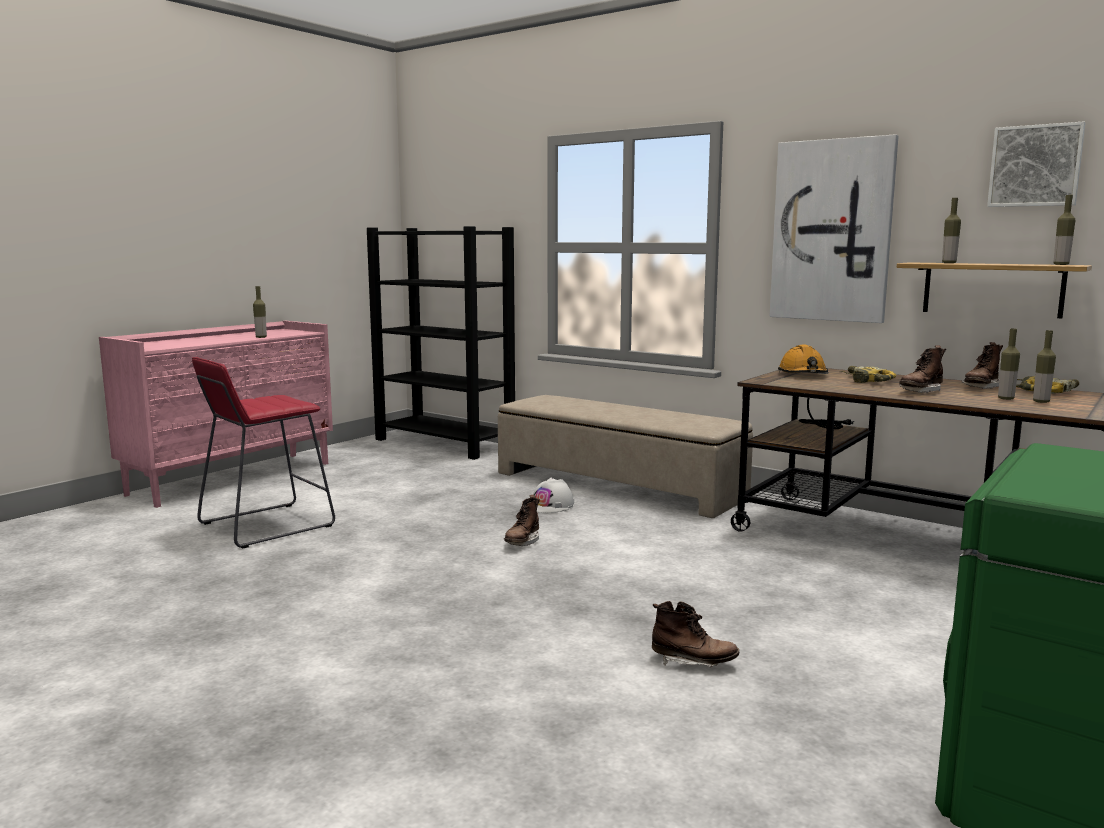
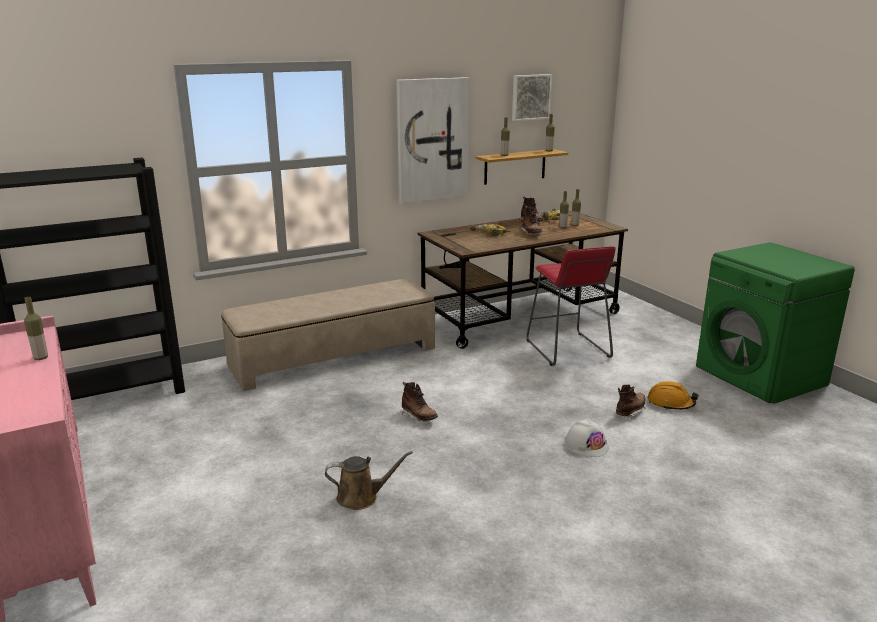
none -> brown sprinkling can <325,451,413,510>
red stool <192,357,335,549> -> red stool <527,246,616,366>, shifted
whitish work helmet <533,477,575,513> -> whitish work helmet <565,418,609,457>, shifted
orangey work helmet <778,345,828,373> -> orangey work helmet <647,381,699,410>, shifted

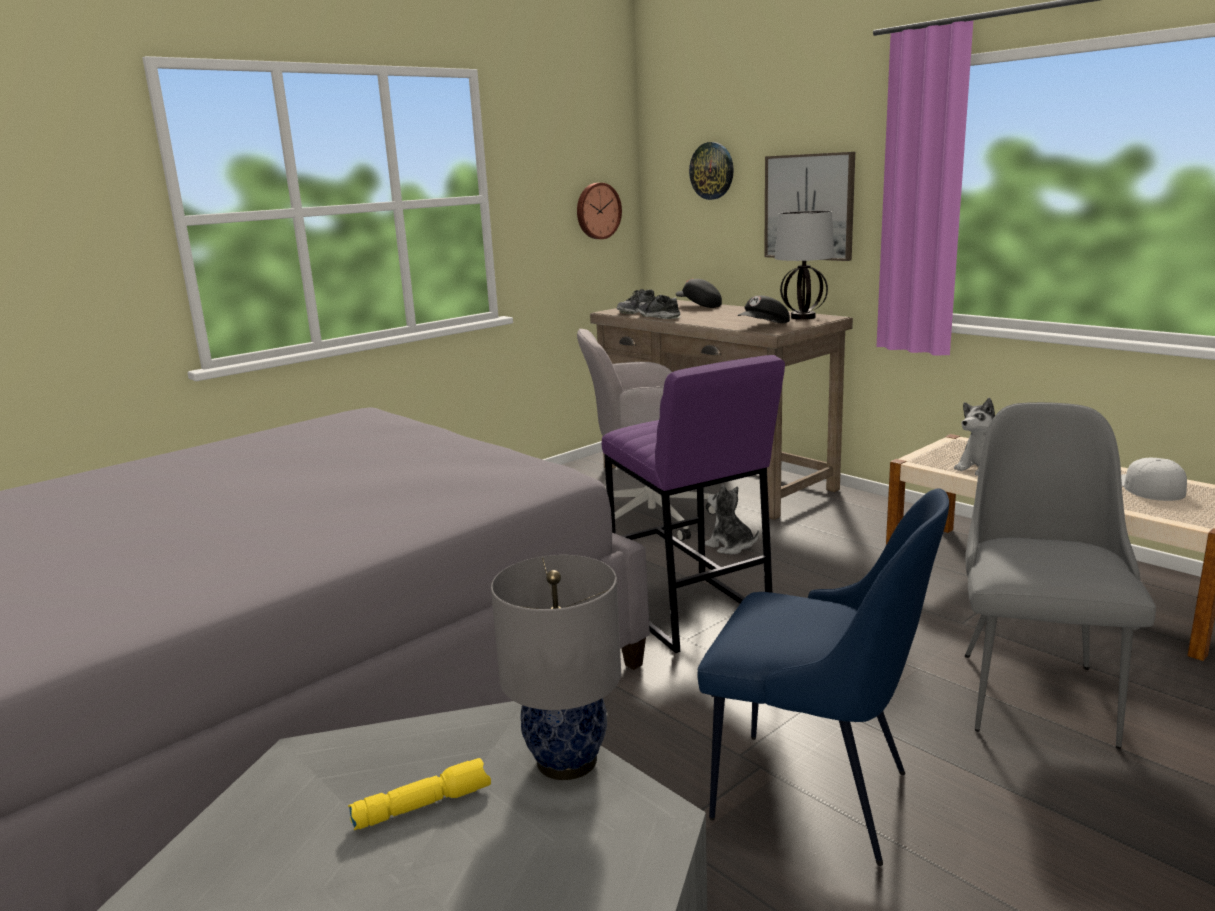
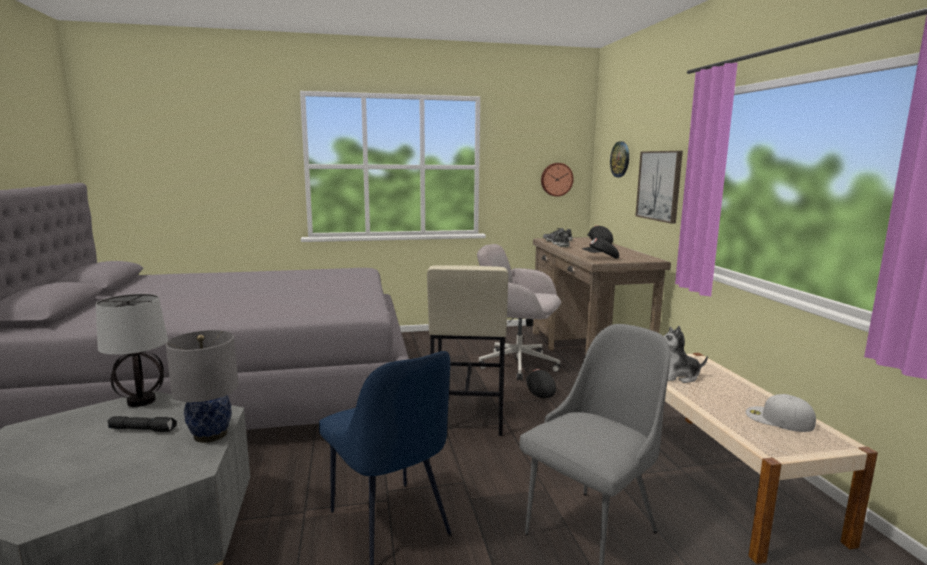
lamp for a table <775,211,834,320> -> lamp for a table <96,294,168,407>, shifted
plush toy <705,485,759,554> -> black baseball cap <526,369,556,398>
yellow flashlight <348,758,491,830> -> black flashlight <107,416,177,432>
purplish stool <602,355,785,653> -> beige-coloured stool <427,265,508,436>
whitish baseball cap <1121,458,1187,501> -> whitish baseball cap <746,394,816,432>, 90 degrees counterclockwise

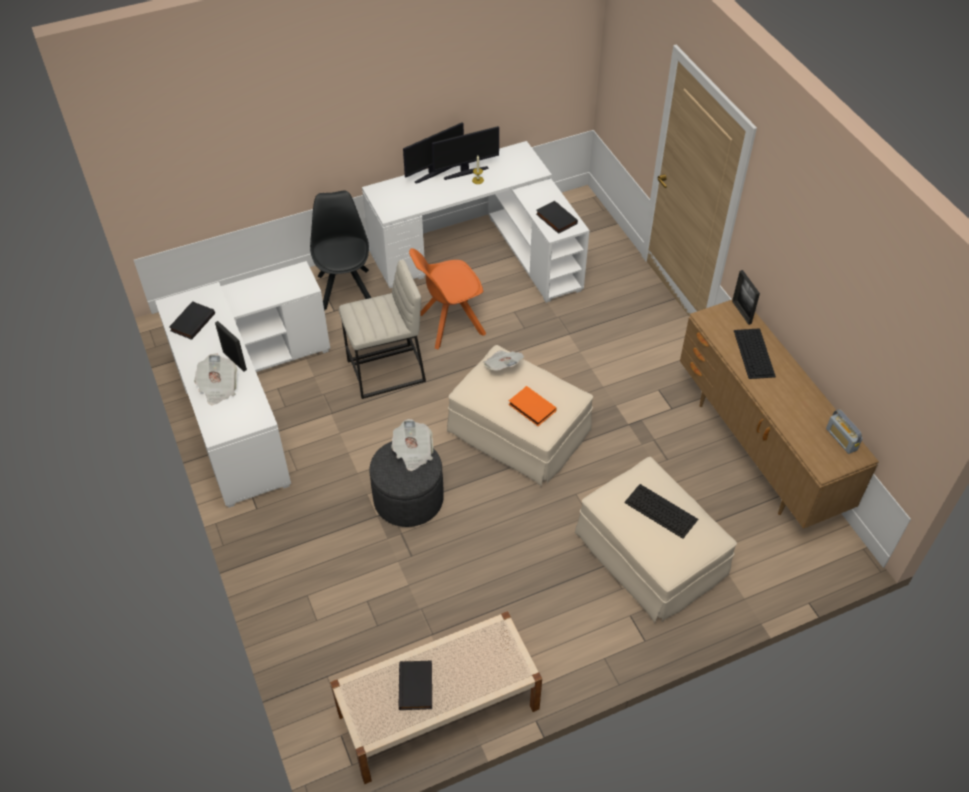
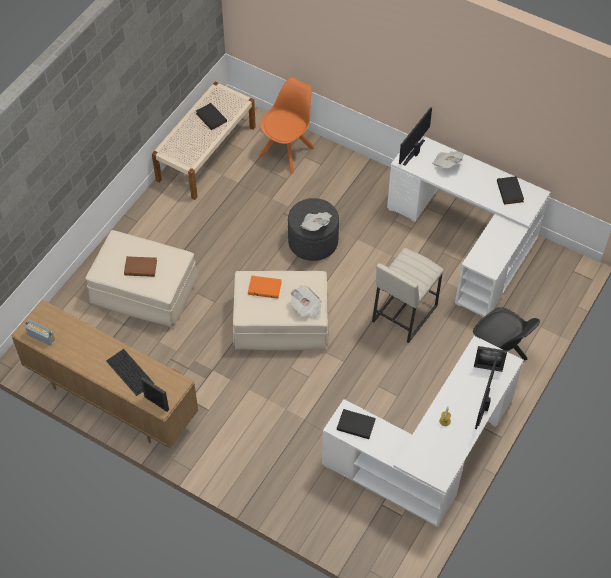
picture frame <215,321,247,372> -> picture frame <474,346,507,372>, shifted
orangey plain chair <409,248,486,350> -> orangey plain chair <259,77,314,174>, shifted
monitor <432,126,499,180> -> monitor <399,107,432,166>, shifted
keyboard <624,484,698,539> -> brown bound book <124,256,157,277>

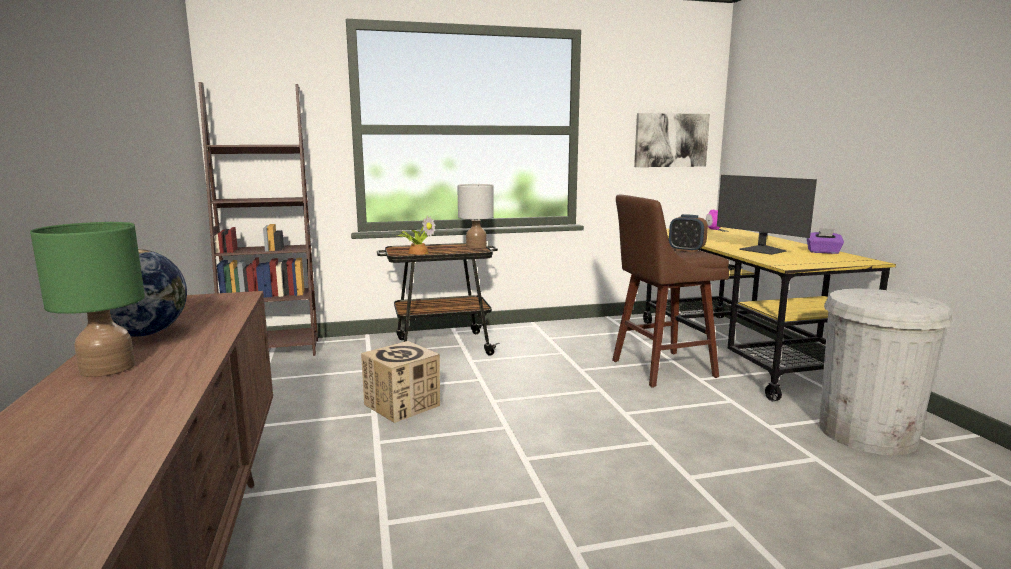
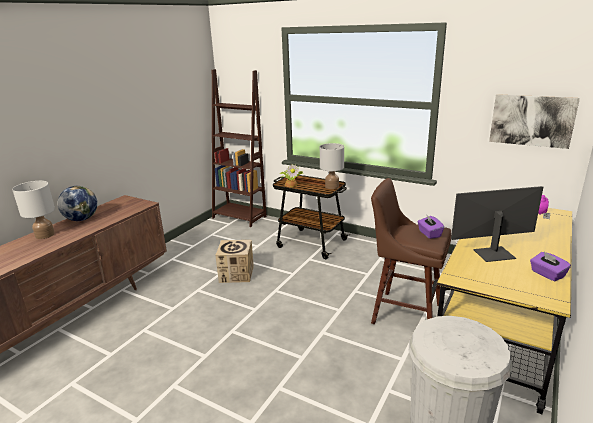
alarm clock <669,214,708,252> -> purplish tissue box <417,214,444,239>
green-coloured lamp for a table <30,222,145,377> -> gray lamp for a table <12,181,55,239>
monitor <717,175,817,255> -> monitor <451,186,543,262>, 75 degrees clockwise

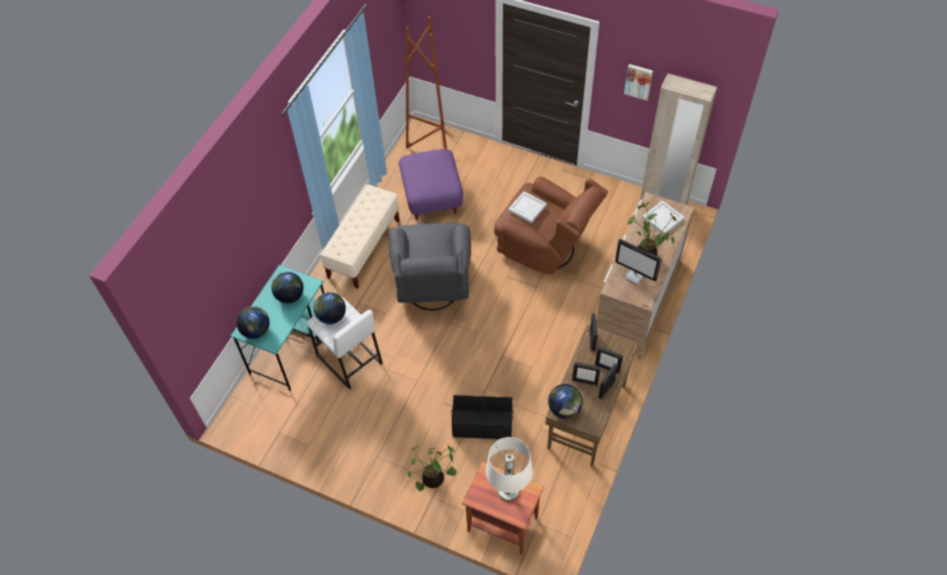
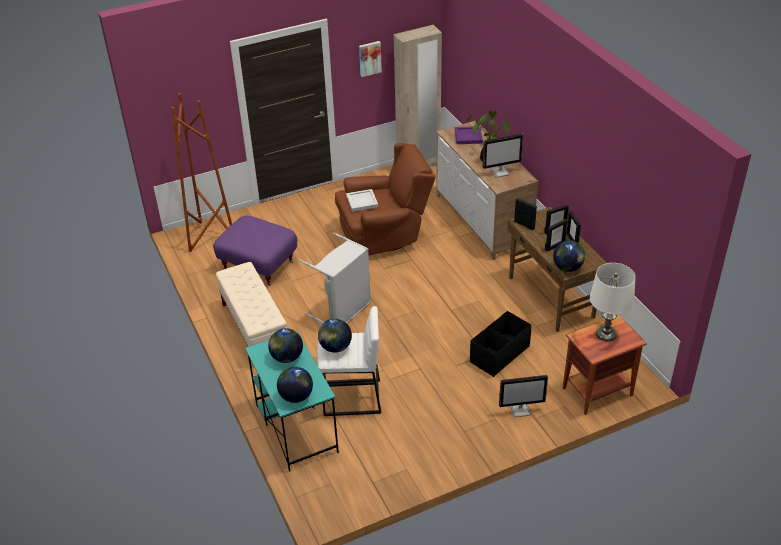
gray armchair <389,223,471,311> -> gray hamper <299,233,371,324>
potted plant <408,445,457,492> -> monitor <499,375,548,417>
whitish serving tray <642,200,684,235> -> purplish serving tray <455,126,483,144>

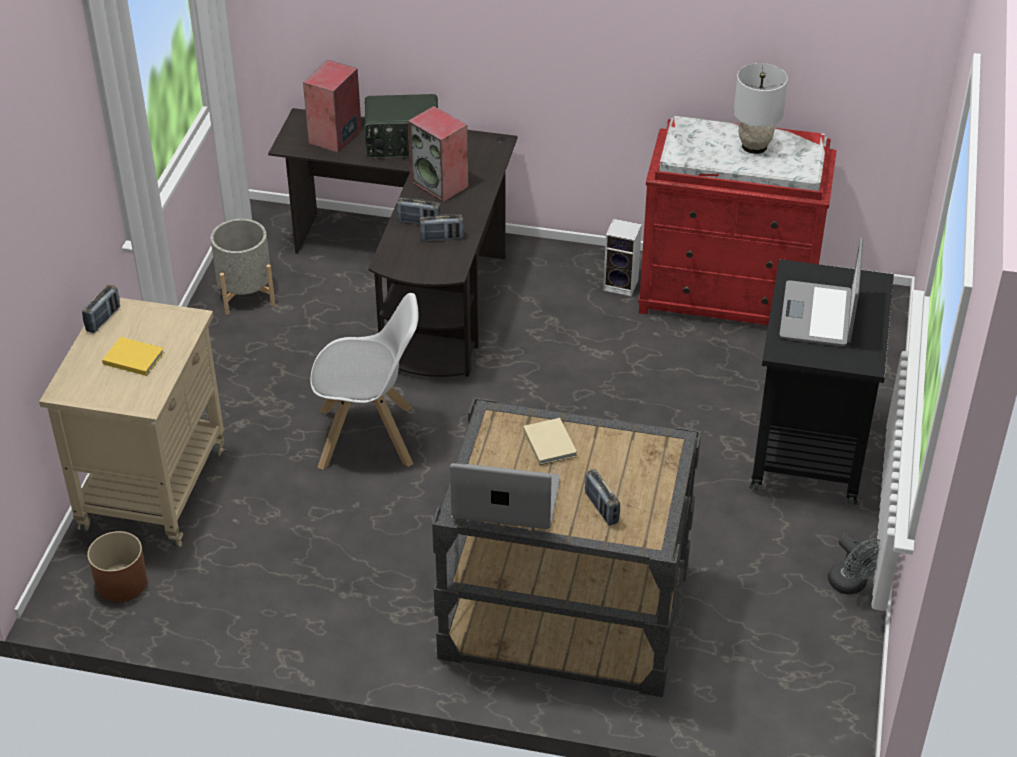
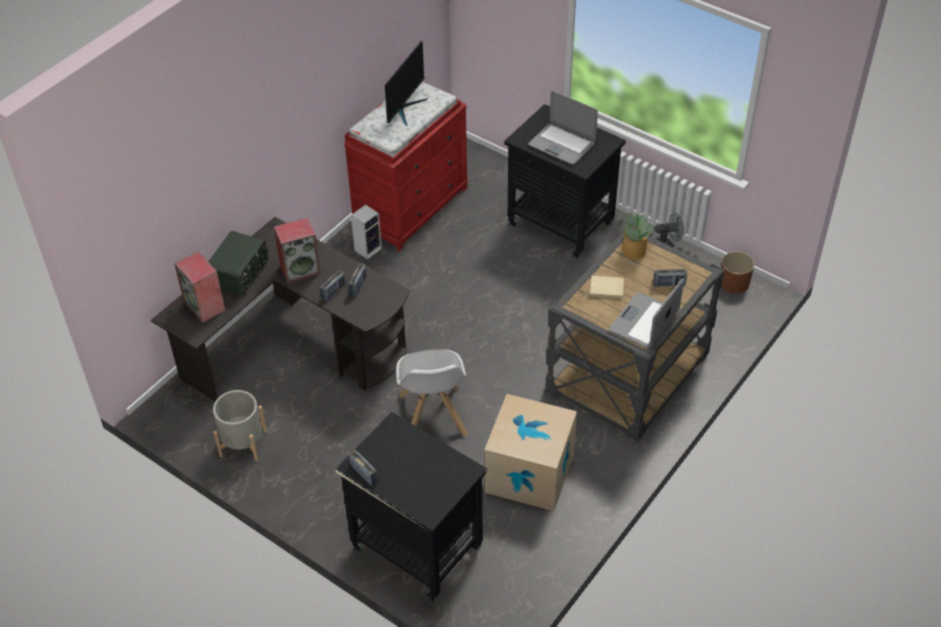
yellow bound book <102,337,164,376> -> none
none -> packing box <484,394,577,511>
none -> potted plant <622,212,653,259>
brown planter <87,531,147,602> -> brown planter <721,252,754,294>, shifted
whitish lamp for a table <734,63,788,154> -> monitor <385,41,428,126>
beige-coloured wheeled cart <39,298,227,547> -> black wheeled cart <335,412,488,602>
plain chair <310,293,418,470> -> plain chair <396,350,468,437>, 150 degrees clockwise

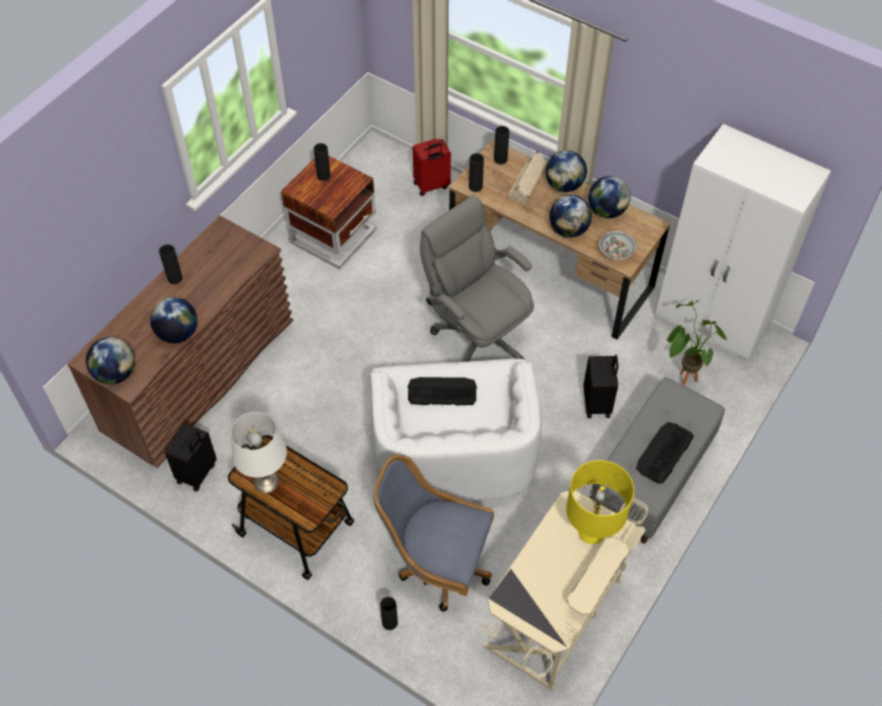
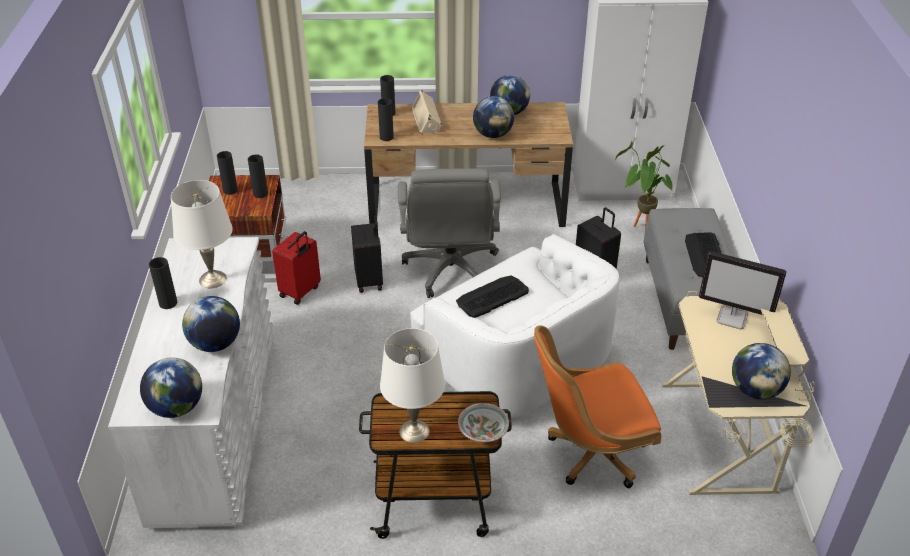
none -> whitish lamp for a table <171,180,233,288>
black travel case <165,423,217,491> -> black travel case <351,215,383,293>, shifted
black decorative vase <380,597,398,630> -> black decorative vase <248,154,268,198>, shifted
red travel case <413,139,451,196> -> red travel case <272,231,321,305>, shifted
globe <546,150,587,192> -> globe <732,343,791,399>, shifted
deep dish <599,231,637,260> -> deep dish <458,403,509,442>, shifted
yellow lamp for a table <566,460,634,544> -> monitor <699,251,787,330>
brown drawer chest <67,216,293,468> -> whitish drawer chest <108,237,274,530>
blue desk chair <373,455,494,611> -> orangey desk chair <534,325,662,488>
gray desk chair <420,195,534,362> -> gray desk chair <398,168,501,298>, 105 degrees counterclockwise

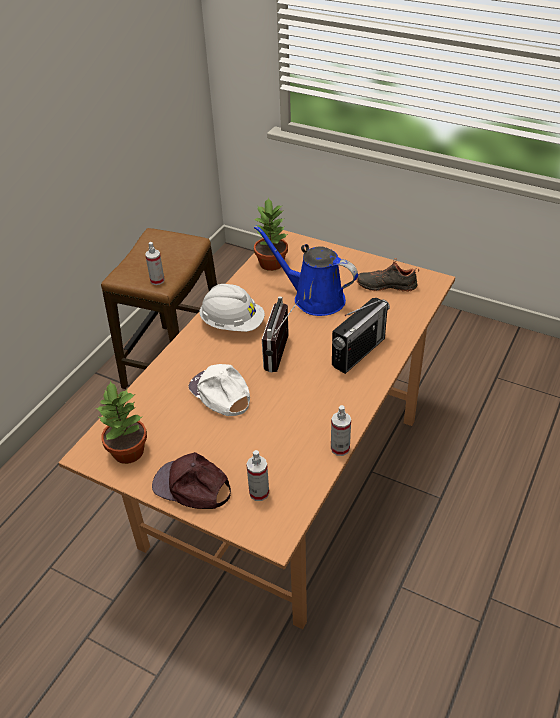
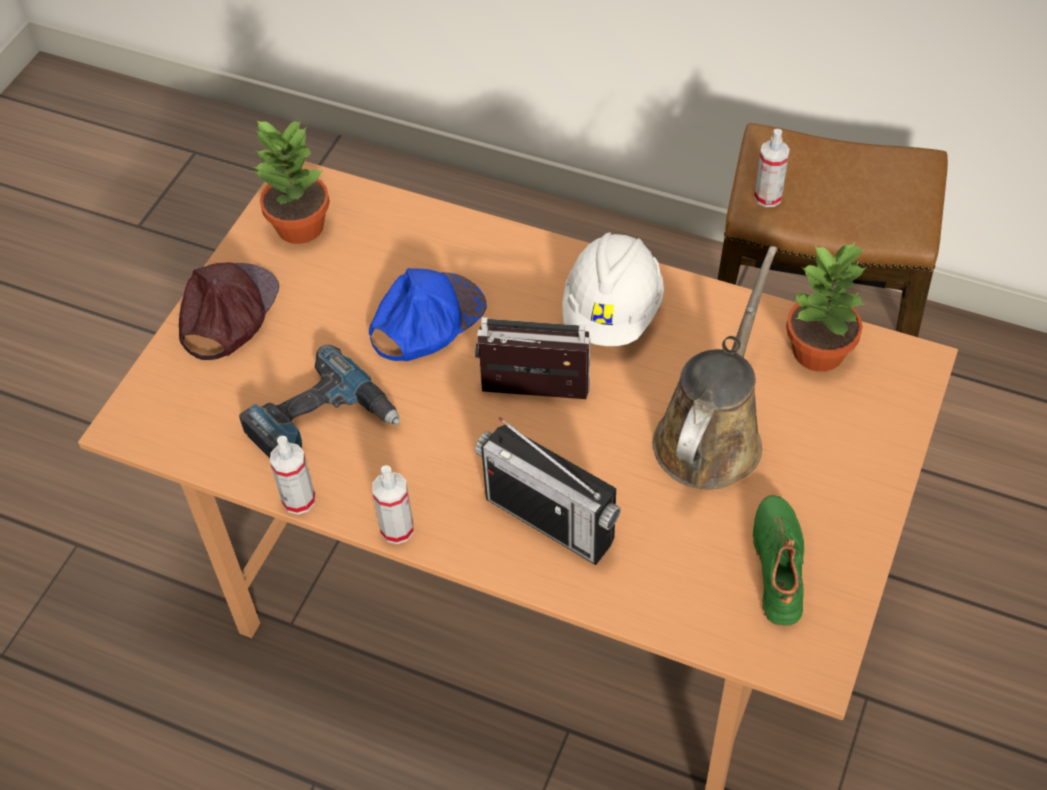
none -> power drill <239,345,400,458>
sprayer <246,450,269,501> -> sprayer <372,465,414,544>, shifted
whitish baseball cap <188,364,250,416> -> blue baseball cap <369,268,487,362>
blue sprinkling can <254,225,358,316> -> brown sprinkling can <653,246,777,490>
black item of footwear <356,258,419,292> -> green-coloured item of footwear <753,495,804,626>

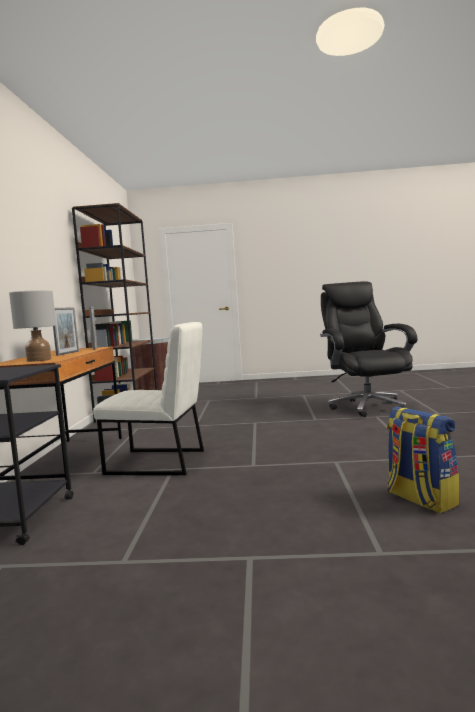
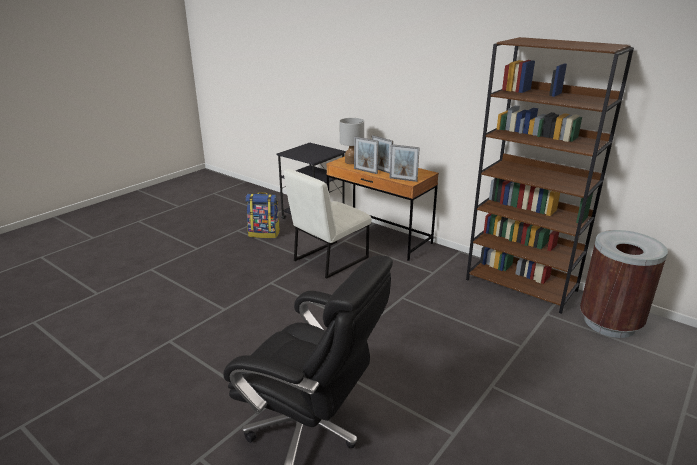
none -> picture frame <354,136,379,174>
rucksack <387,407,459,513> -> rucksack <245,192,280,238>, shifted

